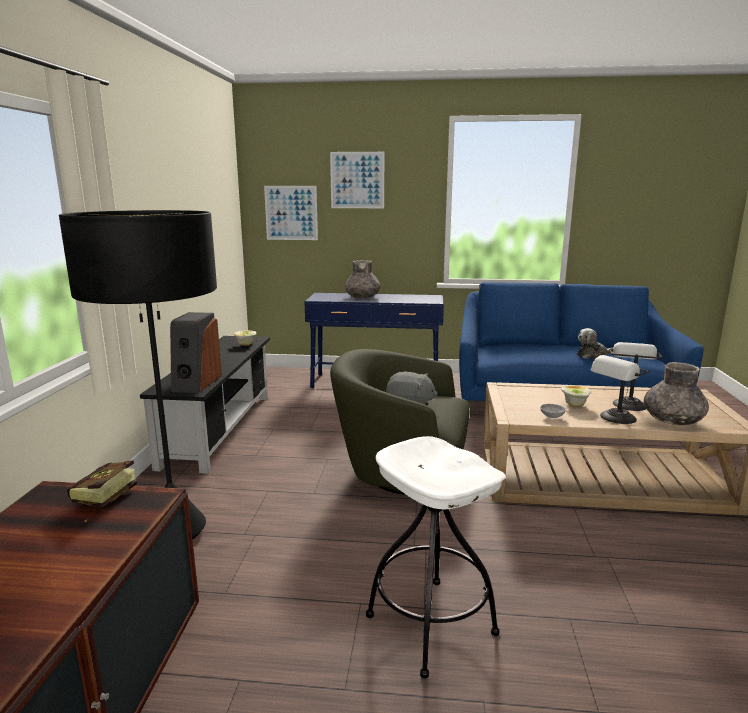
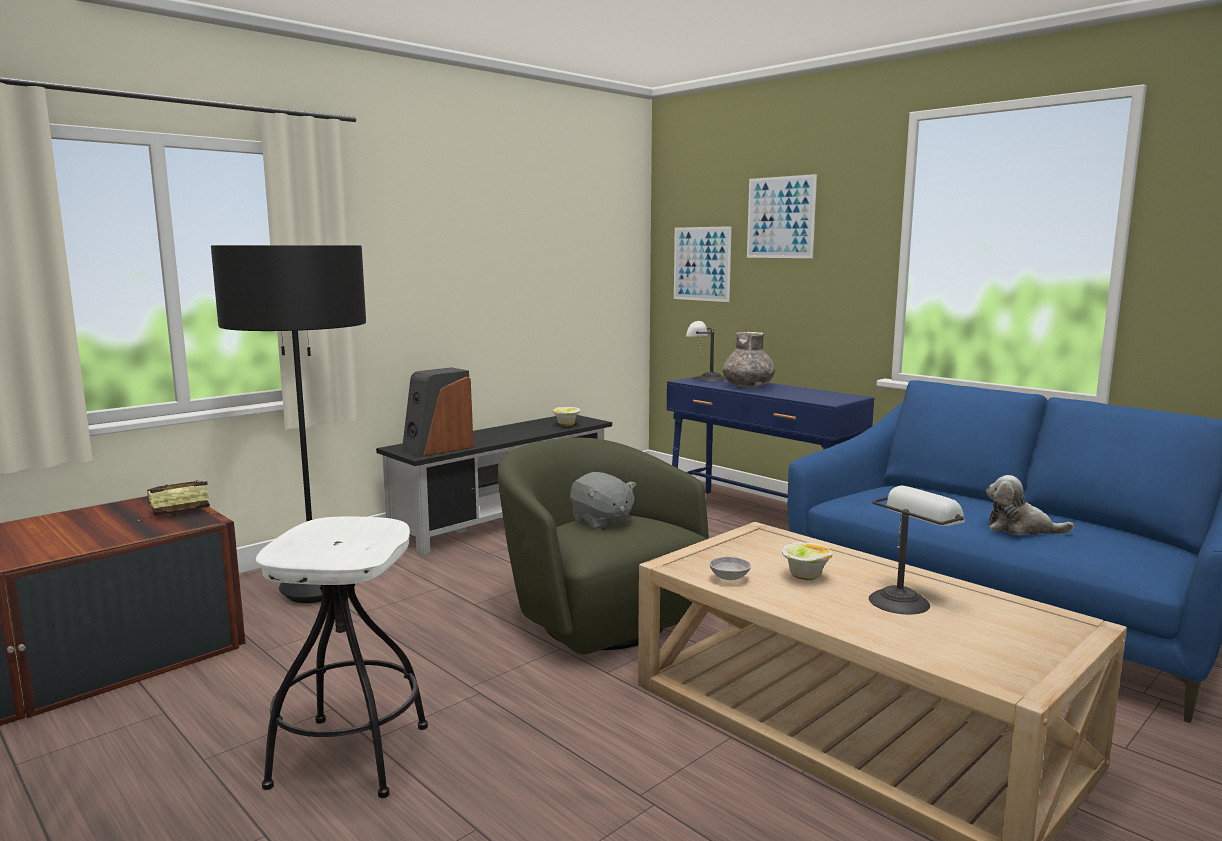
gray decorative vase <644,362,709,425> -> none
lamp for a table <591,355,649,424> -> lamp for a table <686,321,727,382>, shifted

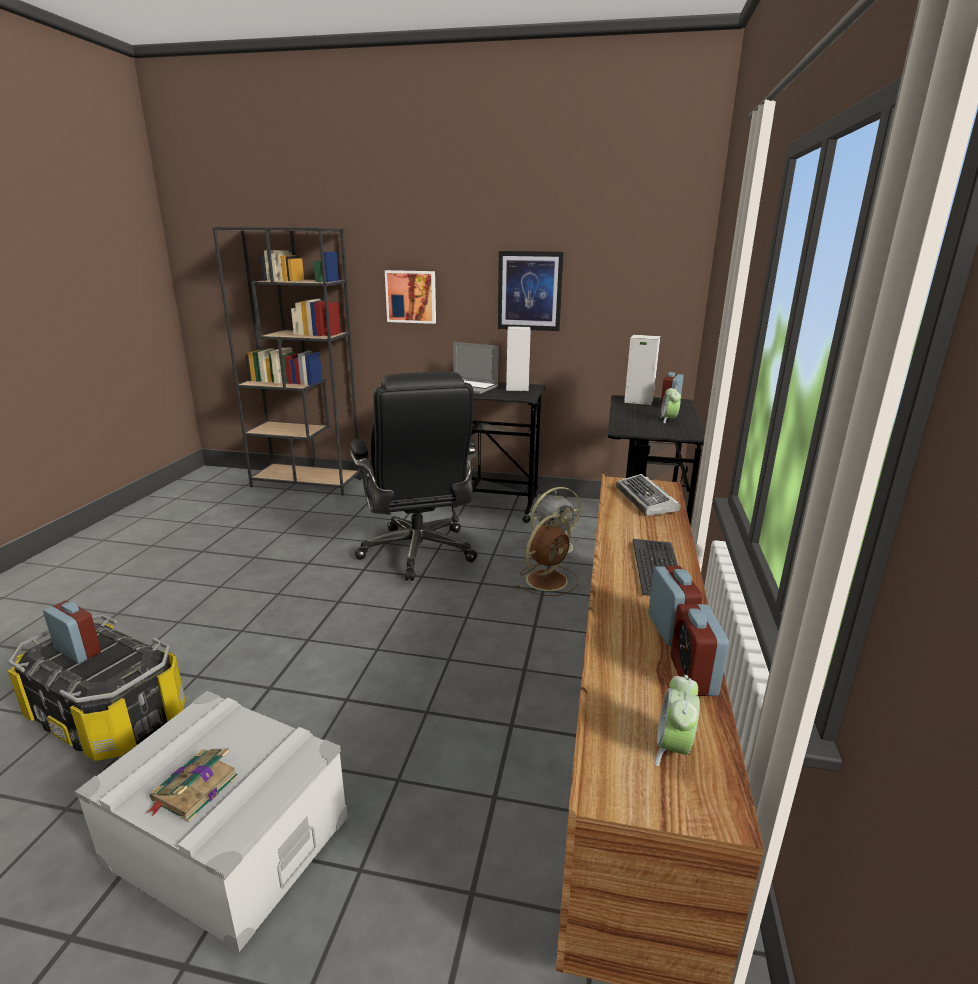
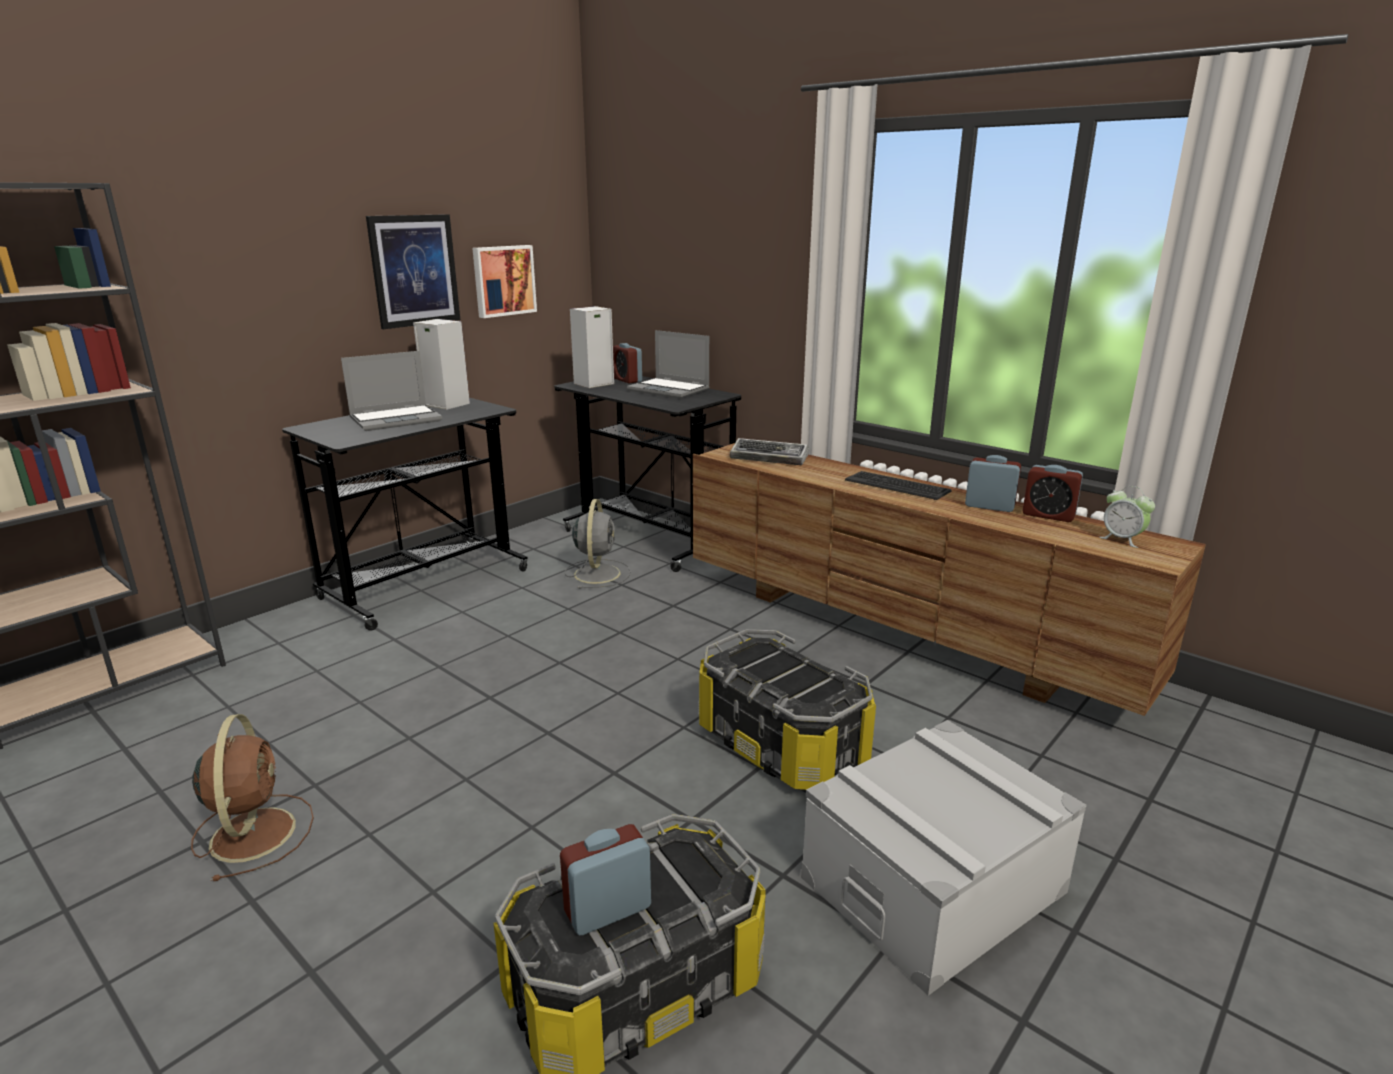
bound book <146,748,238,822> -> none
black desk chair <350,372,477,581> -> none
none -> storage bin <699,629,876,790>
wall picture <385,270,436,324> -> wall picture <472,245,537,318>, shifted
brown electric fan <516,515,578,596> -> brown electric fan <191,714,314,881>, shifted
alarm clock <660,385,681,423> -> portable computer <627,330,710,399>

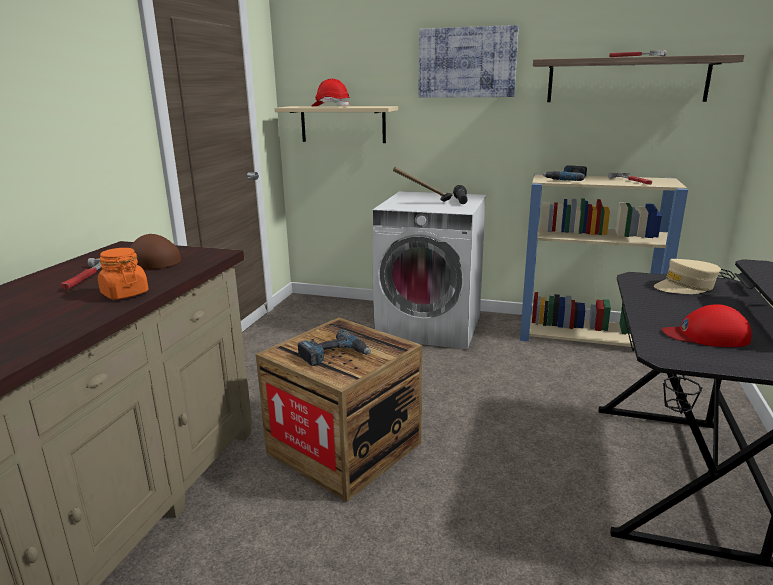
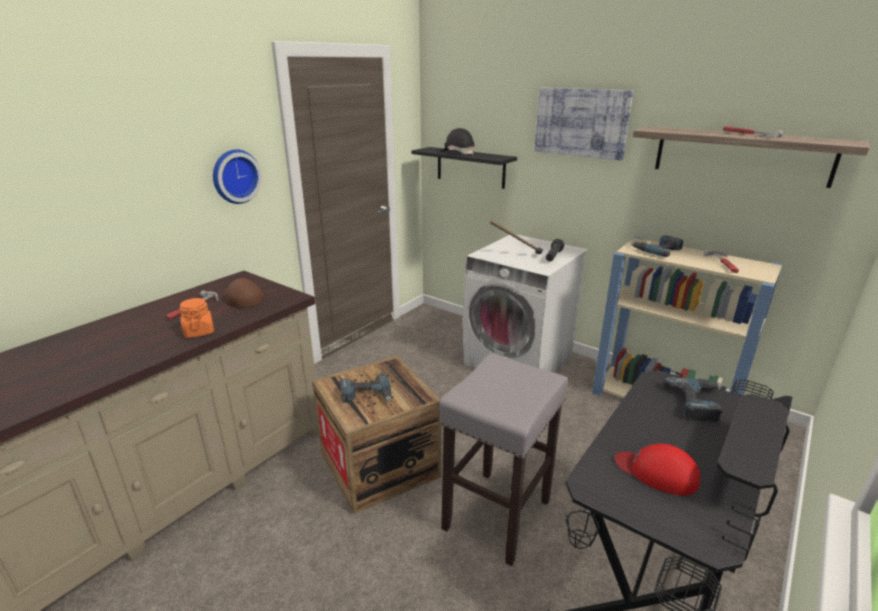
none -> hanging clock <213,149,262,204>
none -> gray stool <439,353,569,566>
beige-coloured baseball cap <654,259,721,294> -> power drill <663,377,723,422>
beige-coloured wall shelf <274,106,398,143> -> black wall shelf <411,147,517,189>
red work helmet <312,79,350,107> -> black work helmet <442,128,475,154>

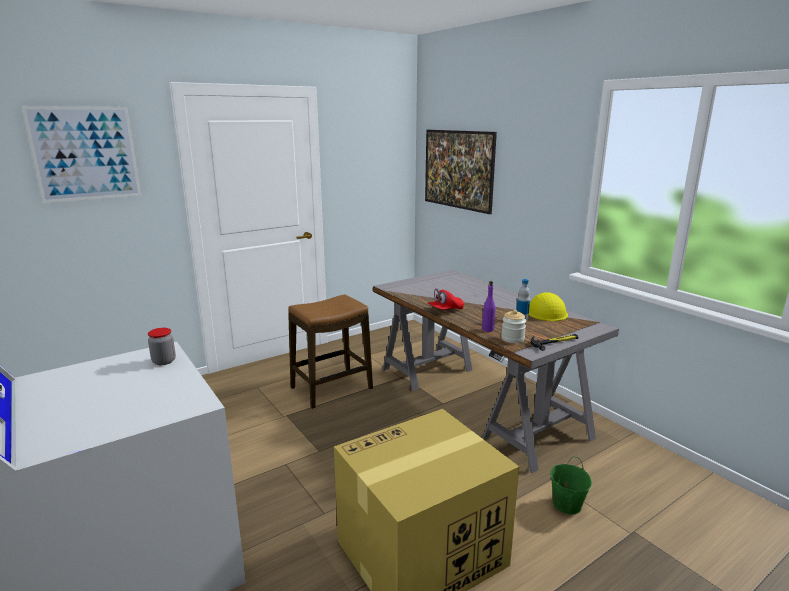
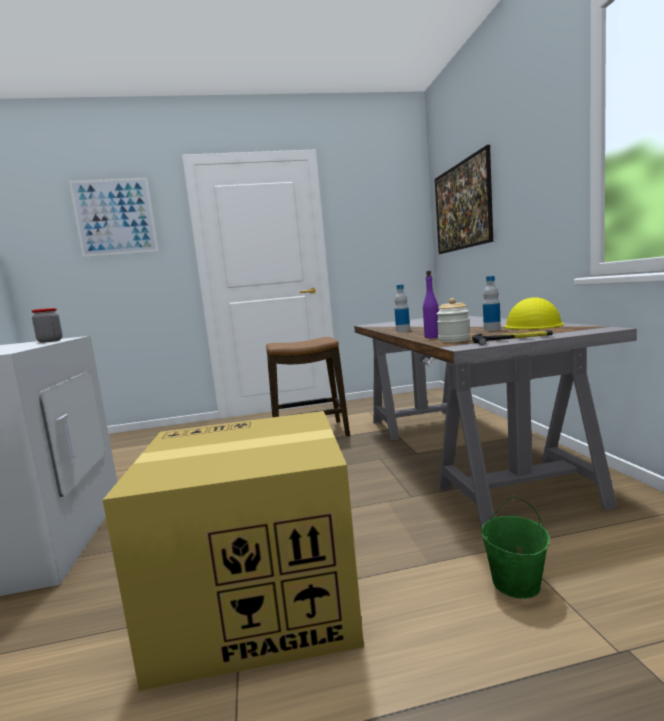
red baseball cap <427,288,464,310> -> drink bottle <395,285,410,332>

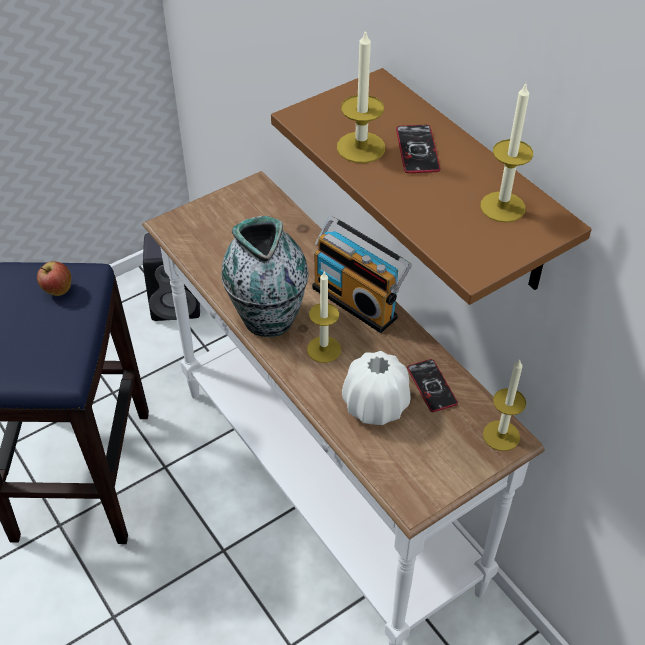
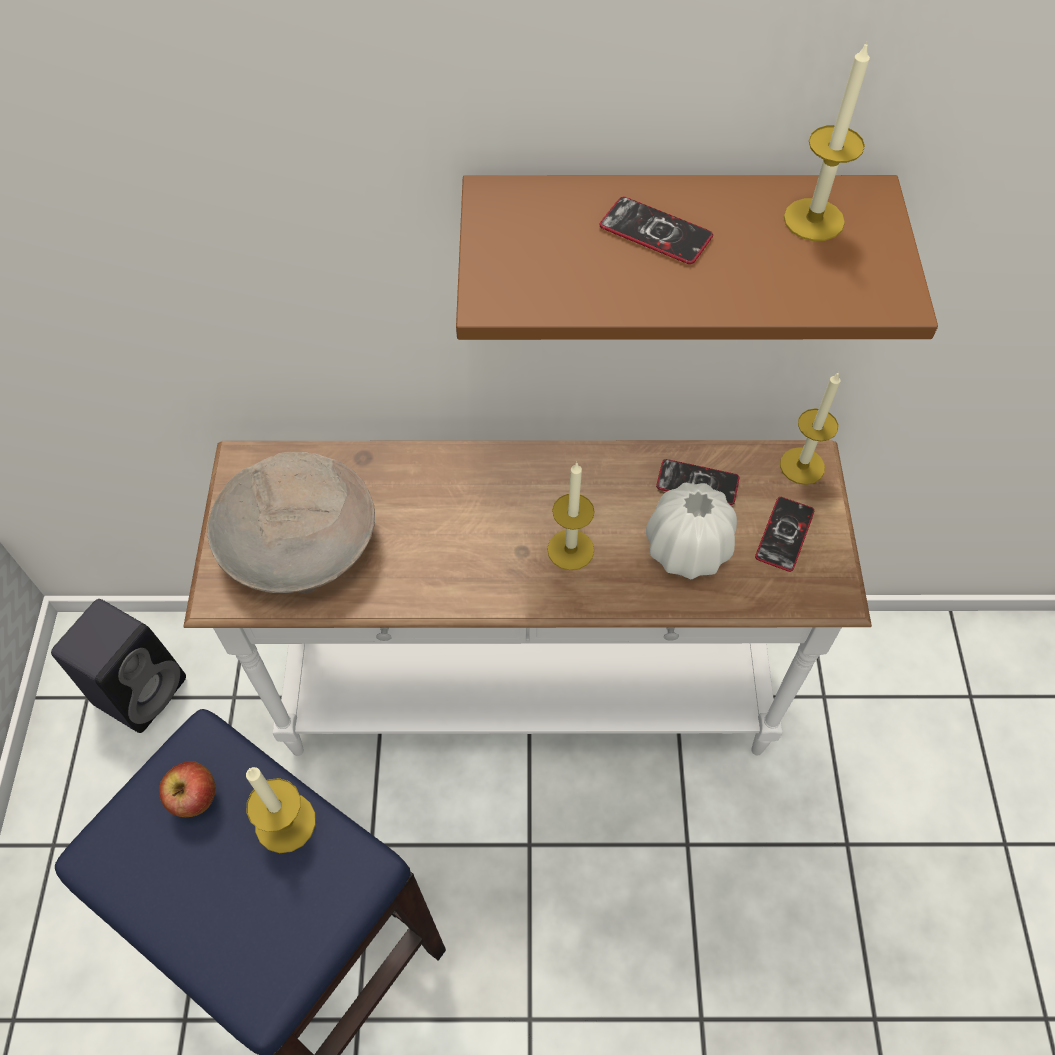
decorative vase <221,216,309,337> -> none
radio set <312,216,412,333> -> none
none -> beige-coloured deep dish <208,452,375,594>
none -> phone <755,497,814,572>
wax light <337,29,385,163> -> wax light <246,767,316,853>, shifted

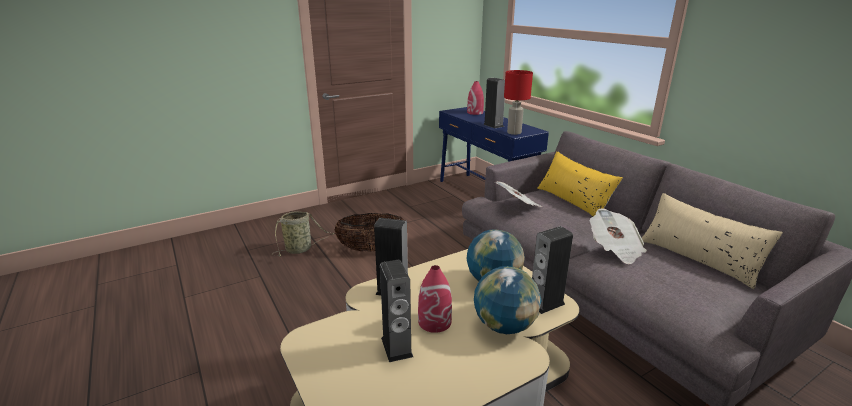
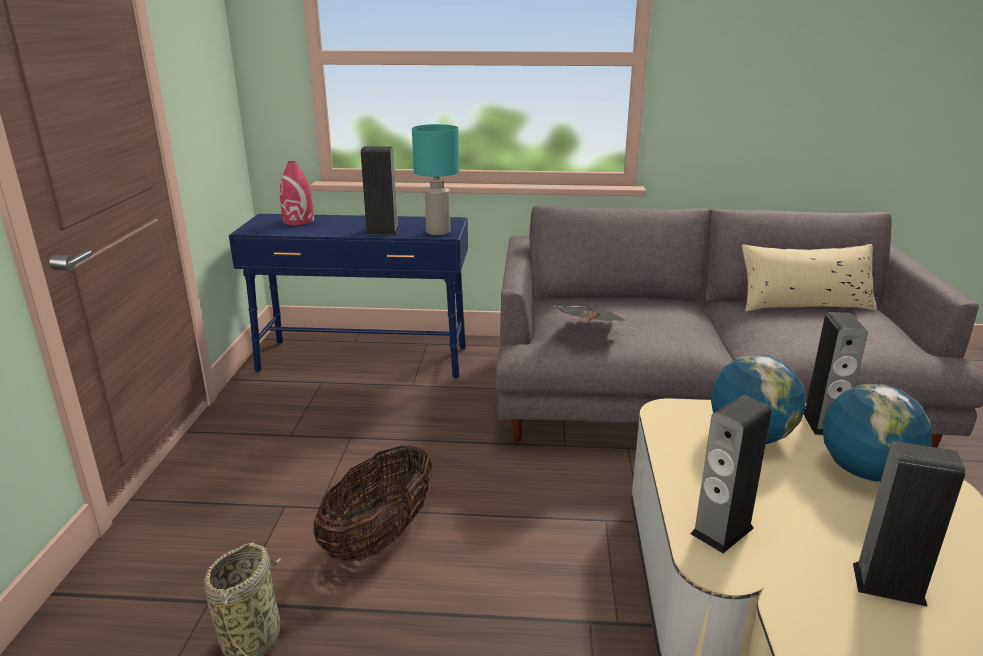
red decorative vase <418,265,452,333> -> none
yellow throw pillow <537,151,623,217> -> none
daily paper <590,208,647,265> -> none
red lamp for a table <504,70,533,135> -> turquoise-coloured lamp for a table <412,124,459,235>

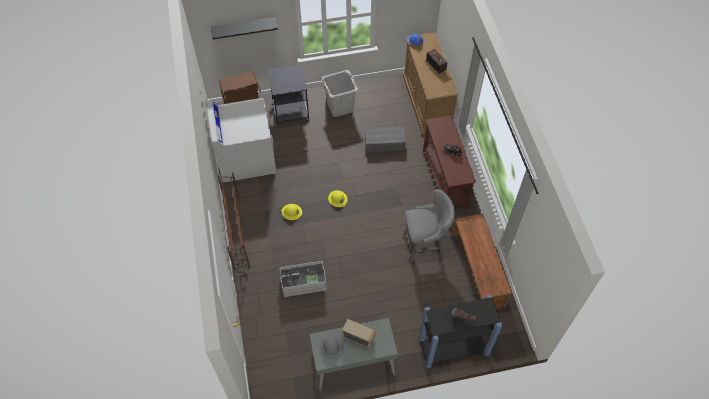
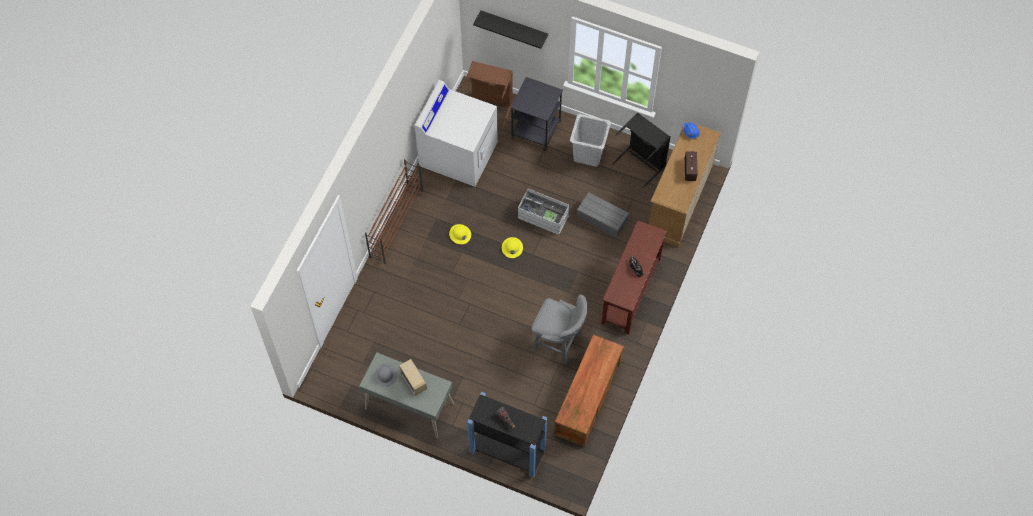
none -> black hamper <612,113,670,188>
gray storage bin <280,261,327,297> -> gray storage bin <518,189,569,235>, shifted

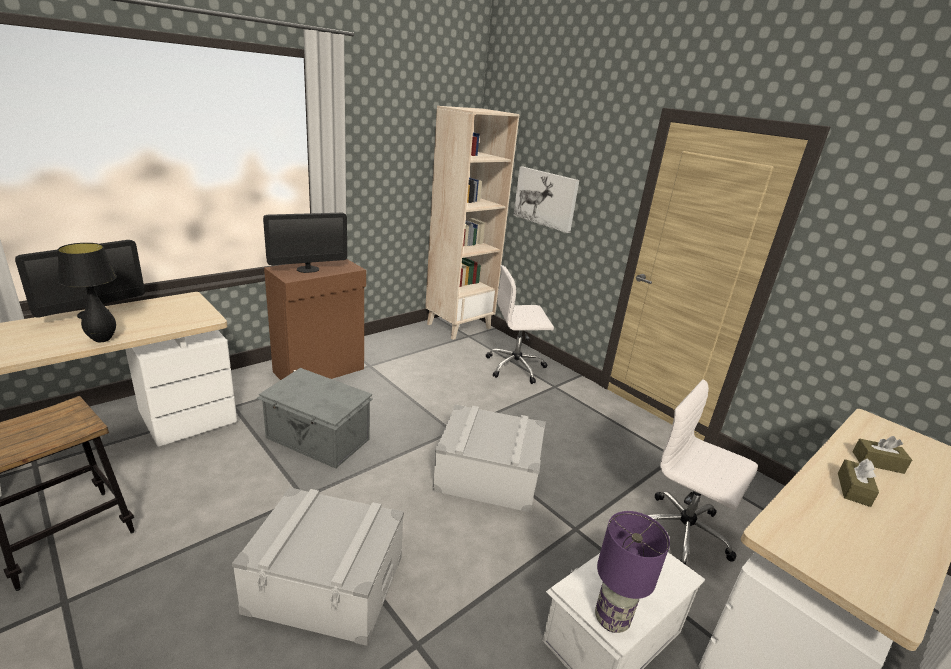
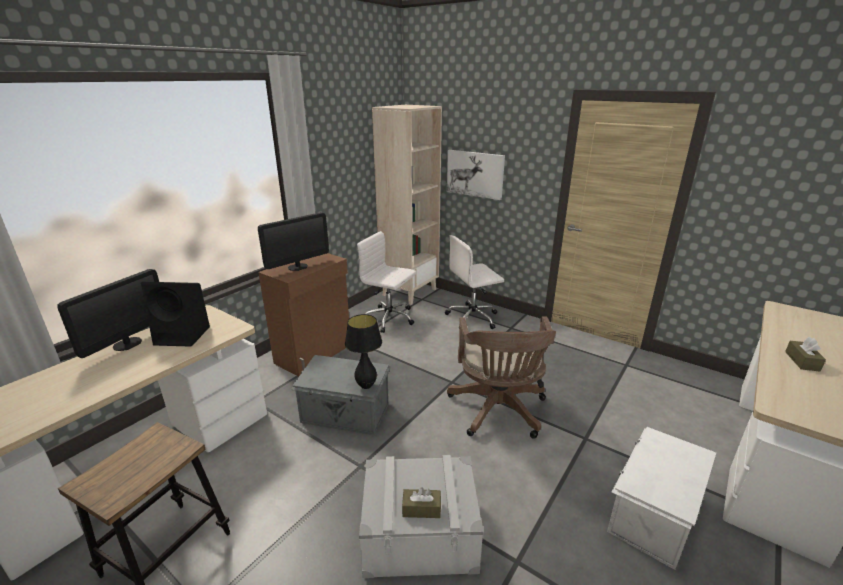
purplish lamp for a table <595,511,670,633> -> none
none -> black speaker <141,282,210,347>
black lamp for a table <58,243,117,342> -> black lamp for a table <345,314,382,389>, shifted
whitish desk chair <647,379,758,566> -> whitish desk chair <357,231,416,333>, shifted
brown tissue box <853,436,912,474> -> brown tissue box <402,487,441,518>, shifted
gray storage bin <433,404,546,513> -> brown desk chair <447,317,556,439>

